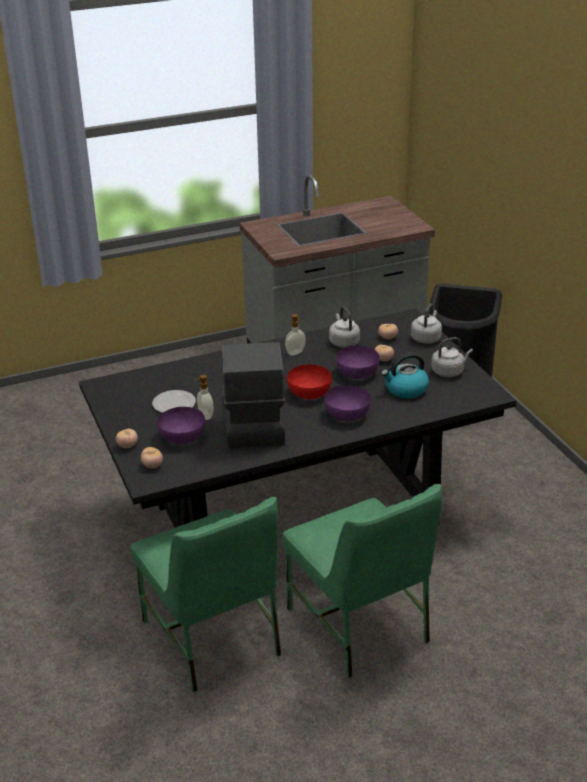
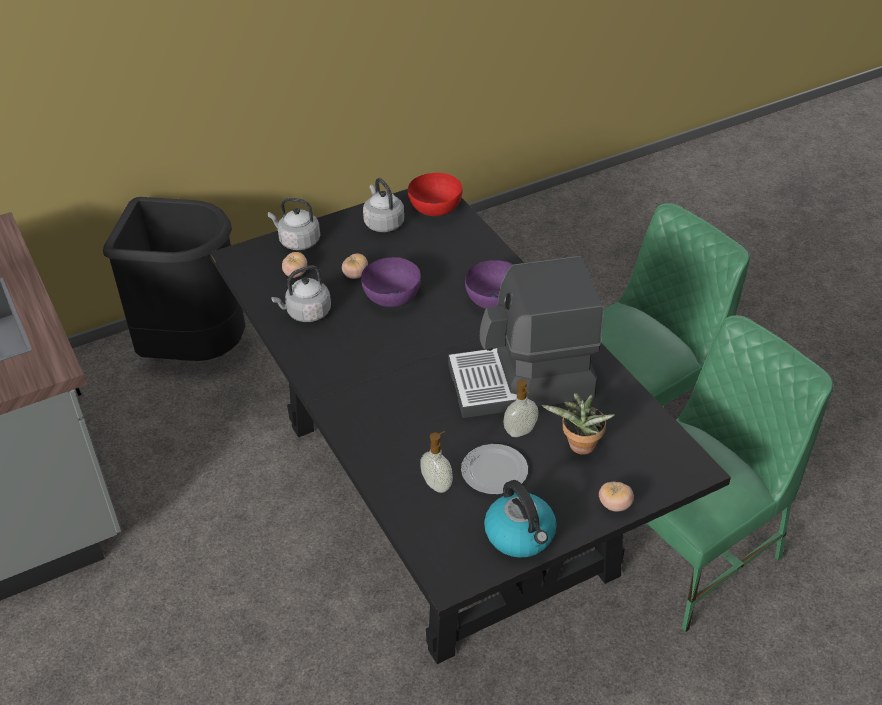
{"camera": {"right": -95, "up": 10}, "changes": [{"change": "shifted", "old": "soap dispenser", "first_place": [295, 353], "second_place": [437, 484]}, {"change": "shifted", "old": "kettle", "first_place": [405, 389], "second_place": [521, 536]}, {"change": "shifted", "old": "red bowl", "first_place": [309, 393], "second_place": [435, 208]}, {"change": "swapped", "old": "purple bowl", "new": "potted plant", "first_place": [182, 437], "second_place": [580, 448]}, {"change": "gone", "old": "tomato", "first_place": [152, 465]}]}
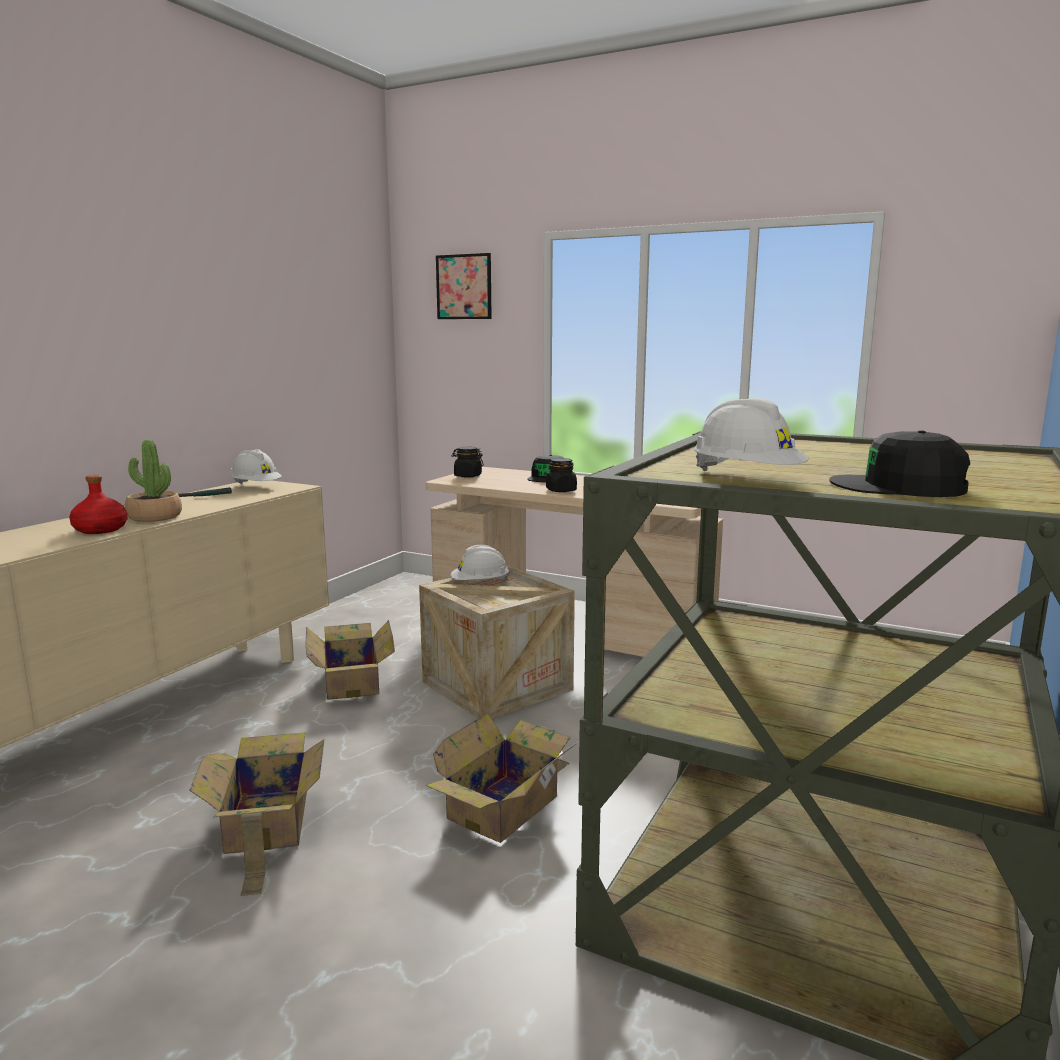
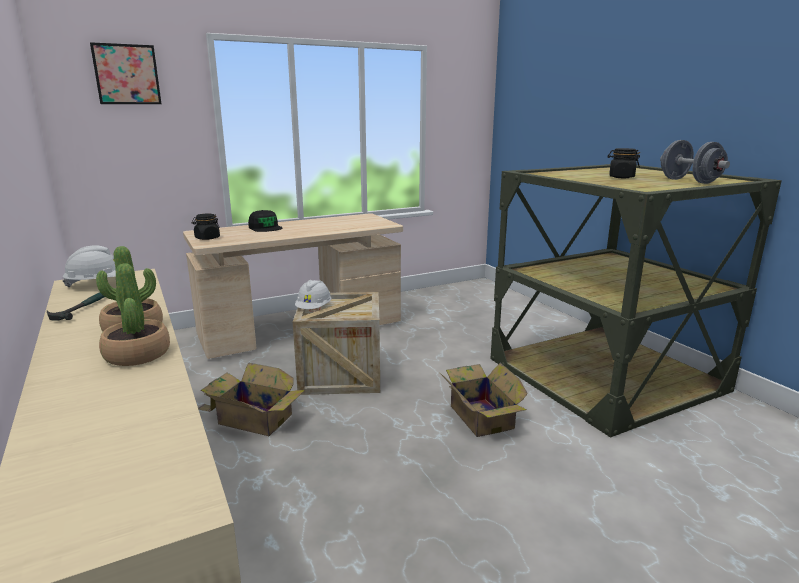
{"camera": {"right": -55, "up": 5}, "changes": [{"change": "gone", "old": "white hard hat", "first_place": [746, 478]}, {"change": "swapped", "old": "black cap", "new": "grey dumbbell", "first_place": [899, 487], "second_place": [689, 181]}, {"change": "shifted", "old": "black jar", "first_place": [561, 490], "second_place": [621, 177]}, {"change": "swapped", "old": "red bottle", "new": "potted plant", "first_place": [100, 530], "second_place": [137, 354]}, {"change": "gone", "old": "cardboard box", "first_place": [265, 824]}]}
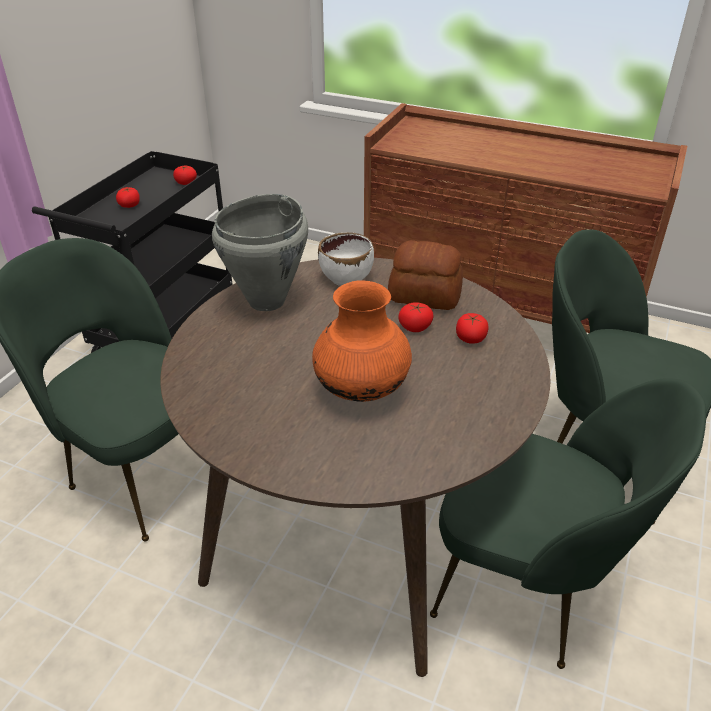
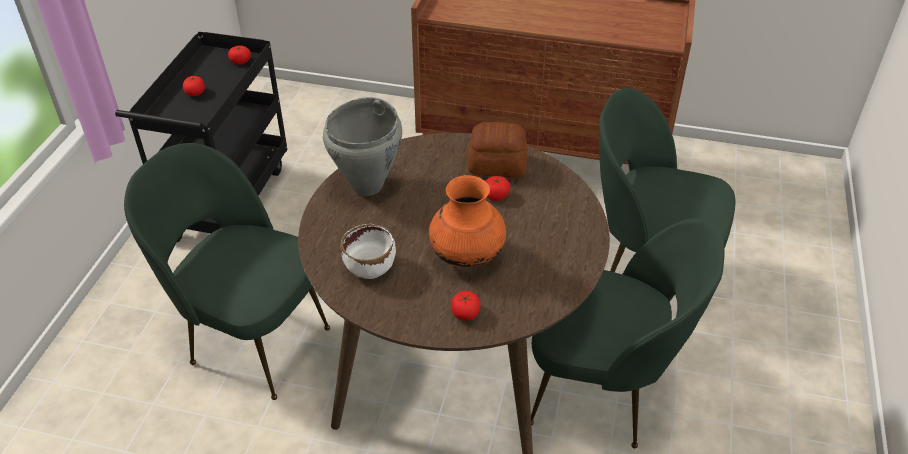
{"camera": {"right": -10, "up": 5}, "changes": [{"change": "shifted", "old": "white bowl", "first_place": [346, 278], "second_place": [370, 268]}, {"change": "shifted", "old": "tomato", "first_place": [470, 338], "second_place": [465, 313]}]}
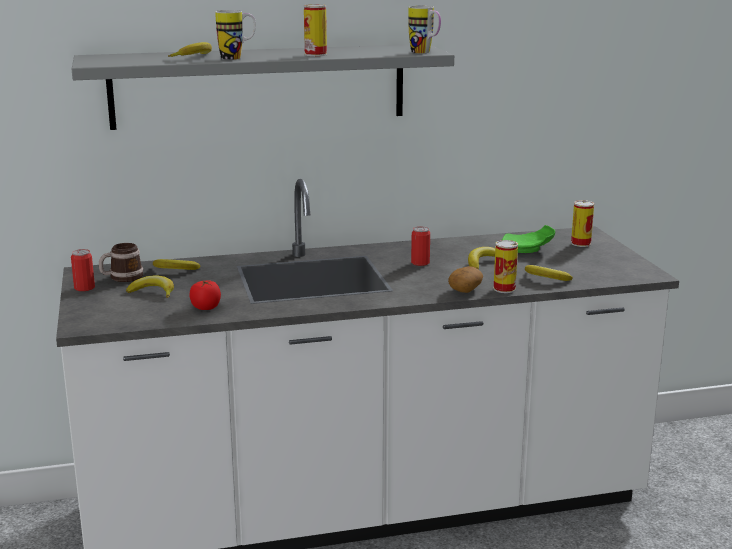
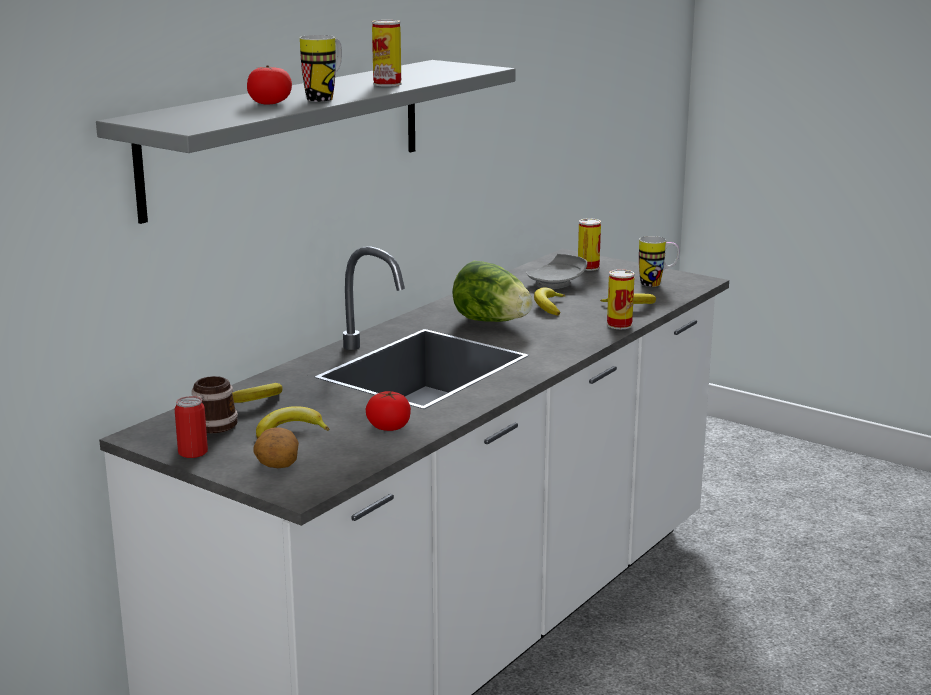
{"camera": {"right": -40, "up": 0}, "changes": [{"change": "shifted", "old": "mug", "first_place": [425, 52], "second_place": [657, 284]}, {"change": "swapped", "old": "banana", "new": "tomato", "first_place": [195, 57], "second_place": [270, 103]}, {"change": "repainted", "old": "green plate", "new": "grey plate", "first_place": [528, 249], "second_place": [557, 283]}, {"change": "swapped", "old": "can", "new": "lettuce", "first_place": [420, 263], "second_place": [492, 322]}, {"change": "shifted", "old": "potato", "first_place": [465, 289], "second_place": [277, 462]}]}
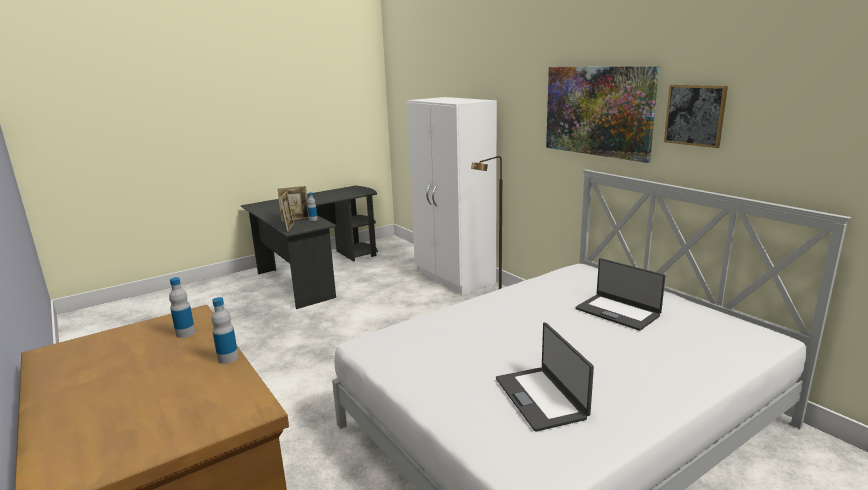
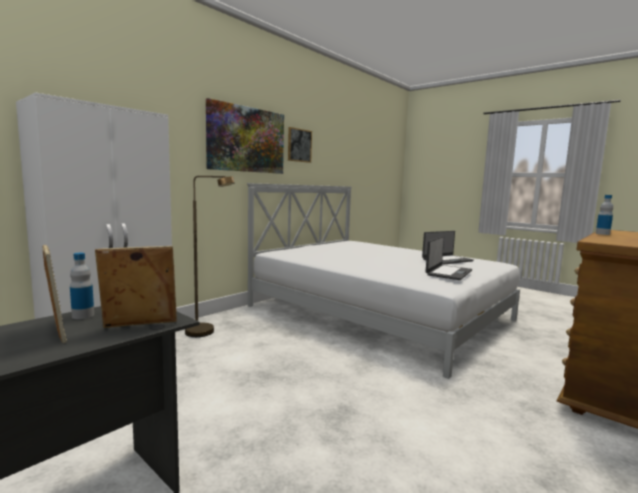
{"camera": {"right": -105, "up": -10}, "changes": [{"change": "shifted", "old": "laptop", "first_place": [618, 312], "second_place": [448, 272]}, {"change": "gone", "old": "bottle", "first_place": [185, 333]}]}
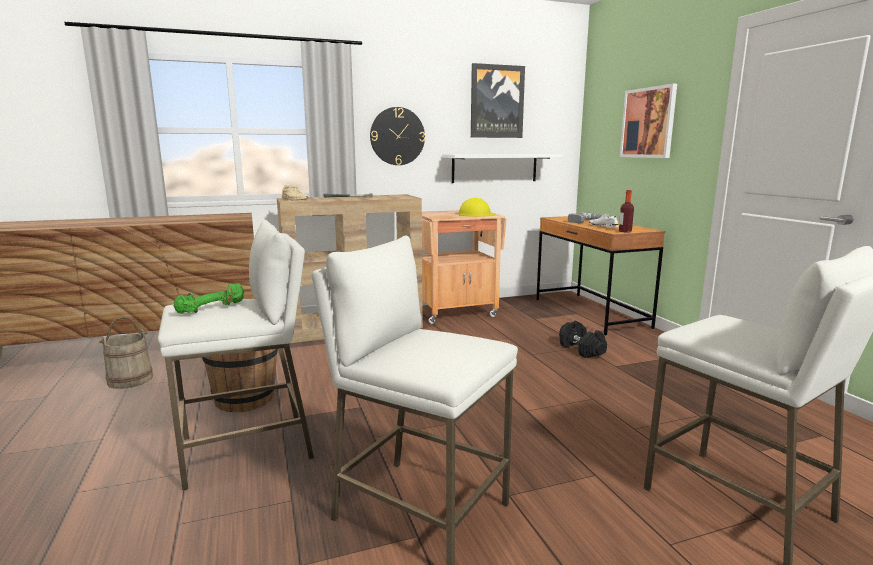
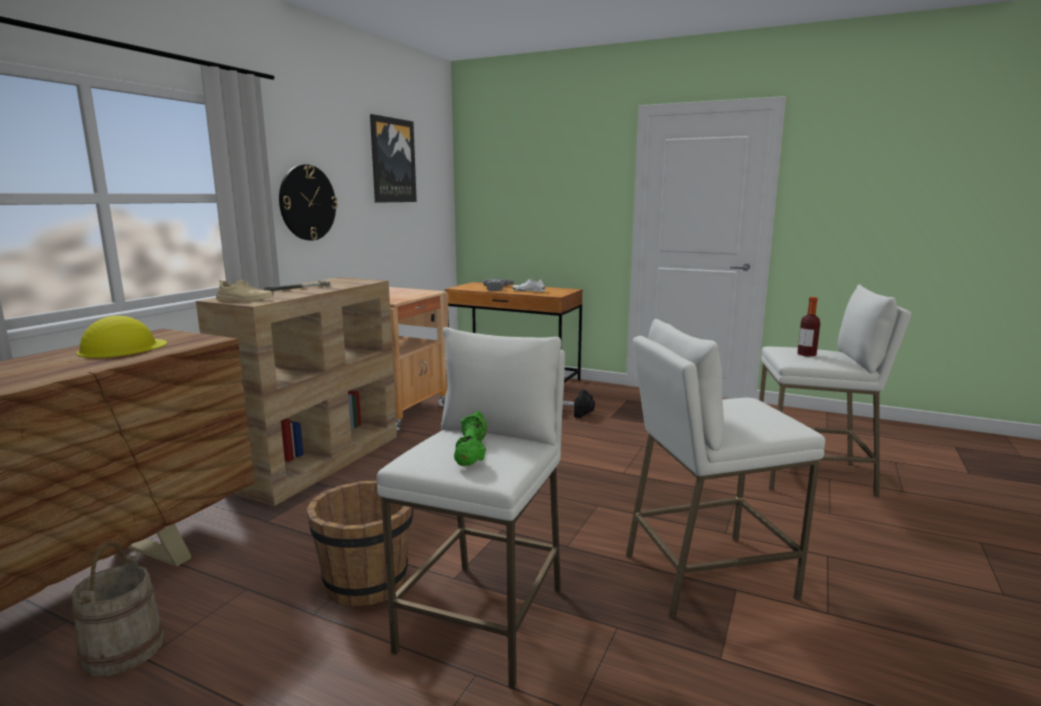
{"camera": {"right": -45, "up": 0}, "changes": [{"change": "gone", "old": "picture", "first_place": [648, 123]}, {"change": "gone", "old": "white shelf", "first_place": [494, 168]}, {"change": "shifted", "old": "bottle", "first_place": [625, 231], "second_place": [806, 354]}, {"change": "shifted", "old": "yellow hard hat", "first_place": [476, 214], "second_place": [122, 348]}]}
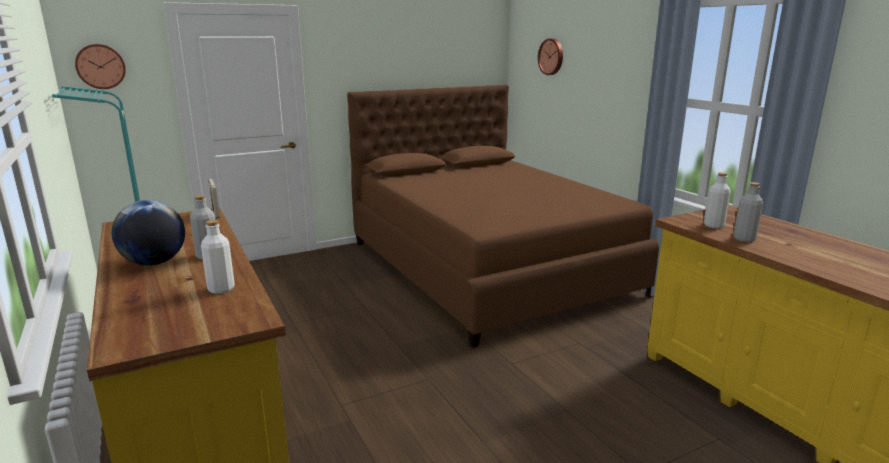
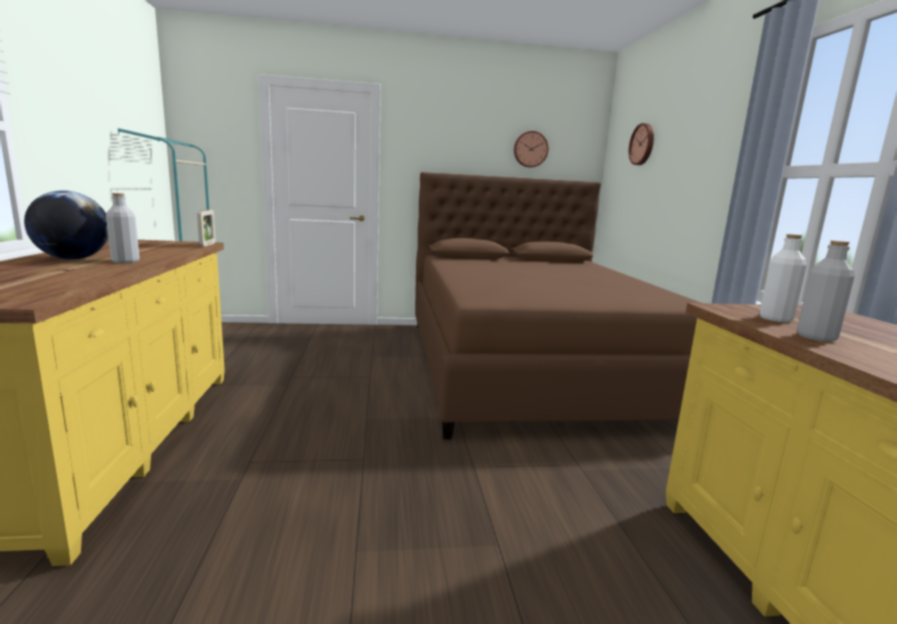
{"camera": {"right": 20, "up": -5}, "changes": [{"change": "shifted", "old": "wall clock", "first_place": [100, 66], "second_place": [530, 149]}, {"change": "gone", "old": "white bottle", "first_place": [221, 289]}]}
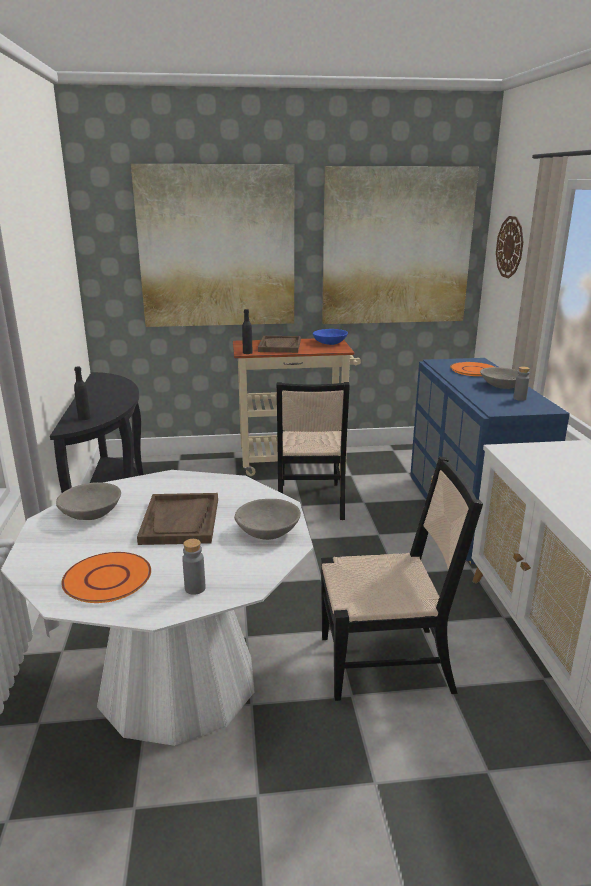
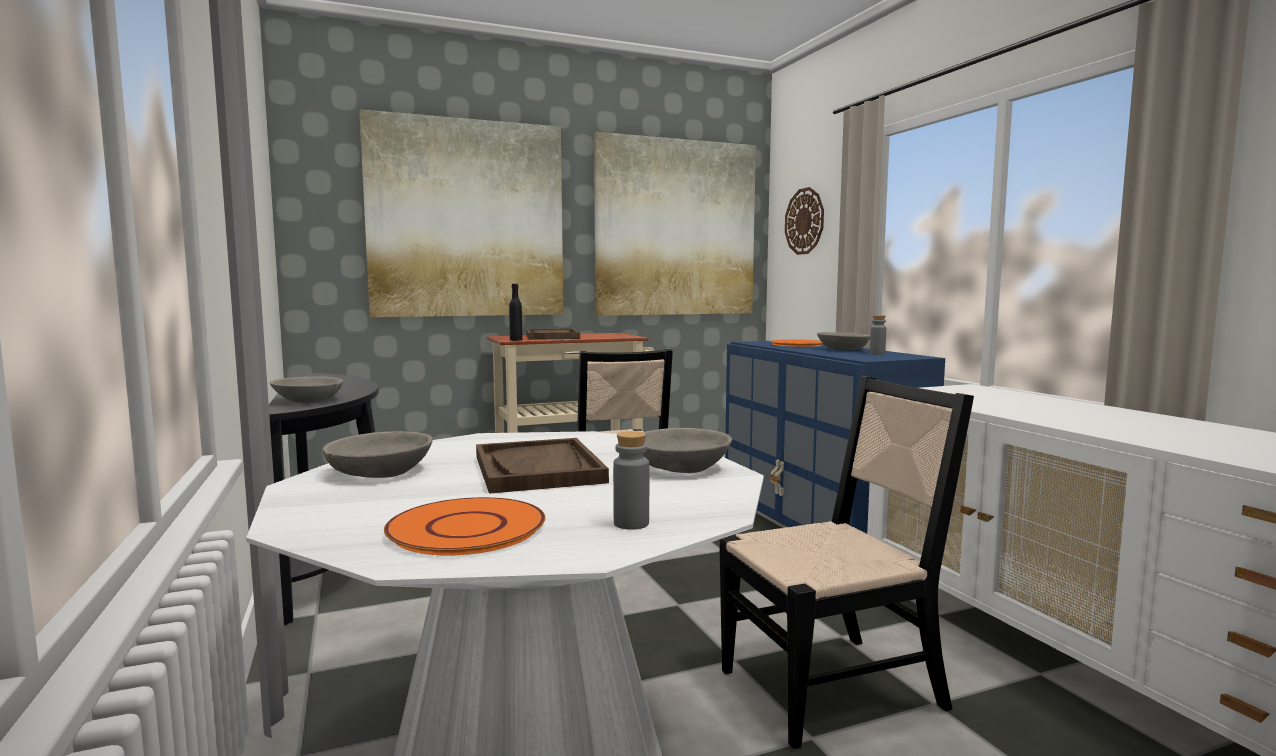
{"camera": {"right": -15, "up": -15}, "changes": [{"change": "gone", "old": "blue bowl", "first_place": [330, 342]}, {"change": "swapped", "old": "black bottle", "new": "grey bowl", "first_place": [84, 418], "second_place": [308, 400]}]}
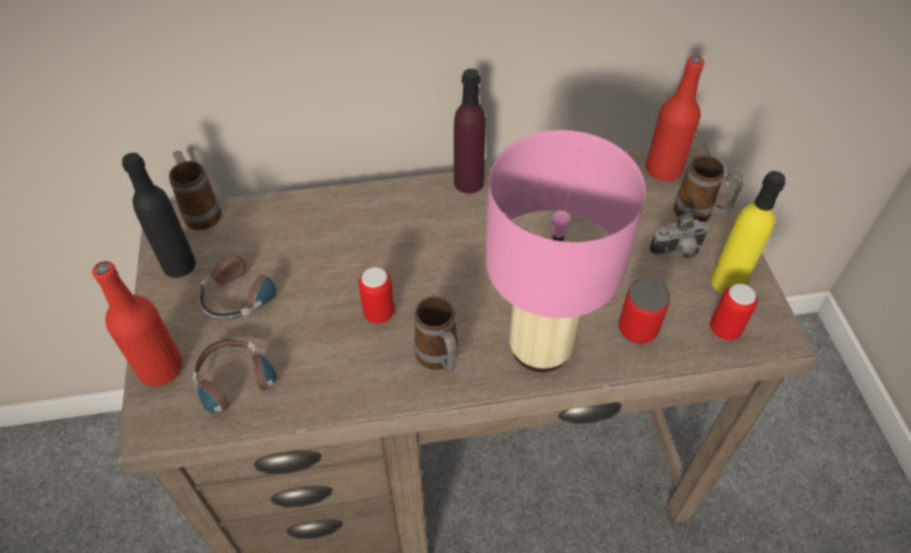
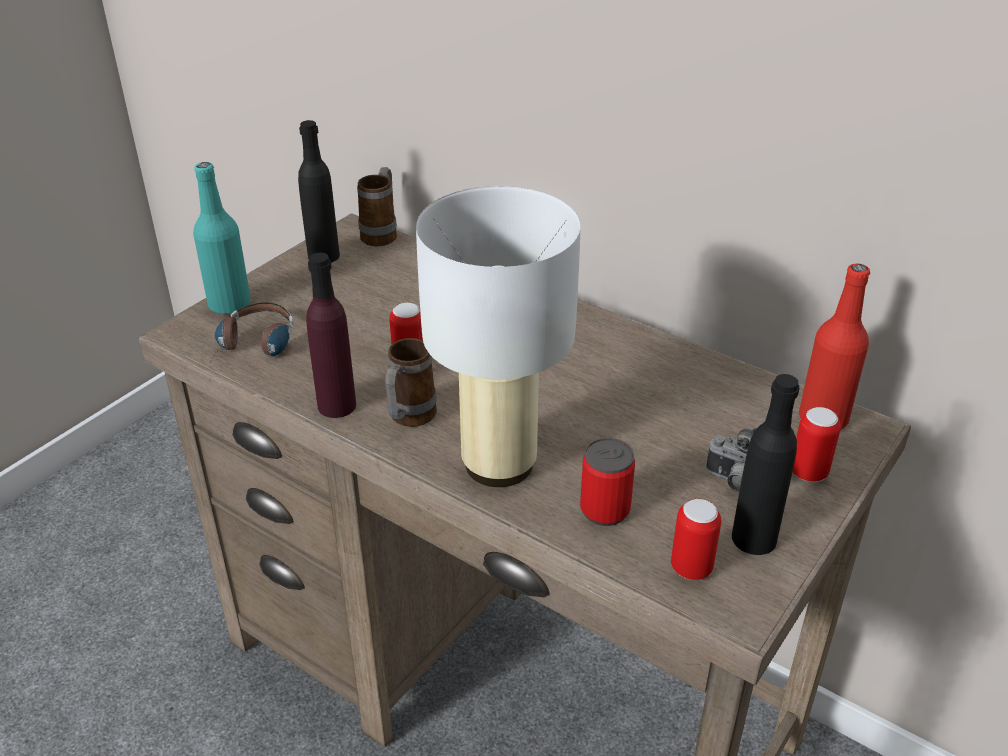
{"camera": {"right": 45, "up": -15}, "changes": [{"change": "shifted", "old": "purple bottle", "first_place": [468, 182], "second_place": [337, 405]}, {"change": "repainted", "old": "pink table lamp", "new": "white table lamp", "first_place": [542, 347], "second_place": [500, 465]}, {"change": "swapped", "old": "mug", "new": "can", "first_place": [699, 214], "second_place": [808, 473]}, {"change": "repainted", "old": "yellow bottle", "new": "black bottle", "first_place": [727, 282], "second_place": [754, 538]}, {"change": "gone", "old": "headphones", "first_place": [247, 289]}, {"change": "repainted", "old": "red bottle", "new": "turquoise bottle", "first_place": [161, 368], "second_place": [230, 304]}]}
